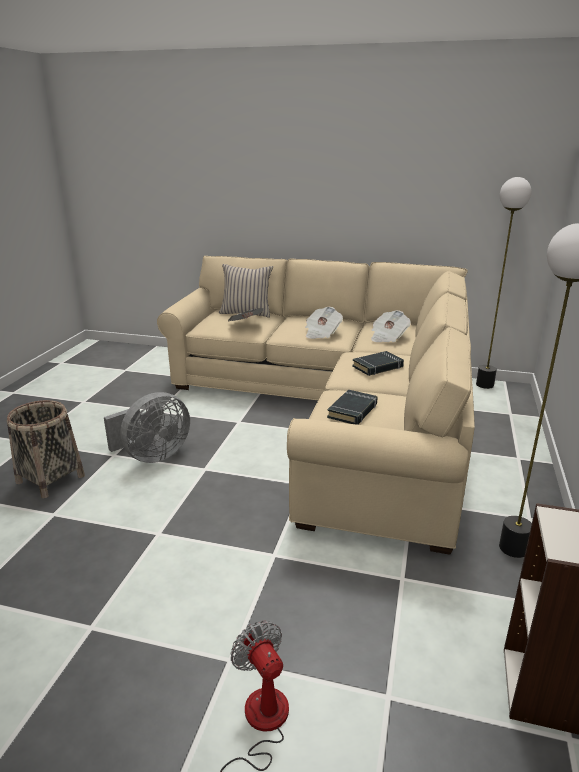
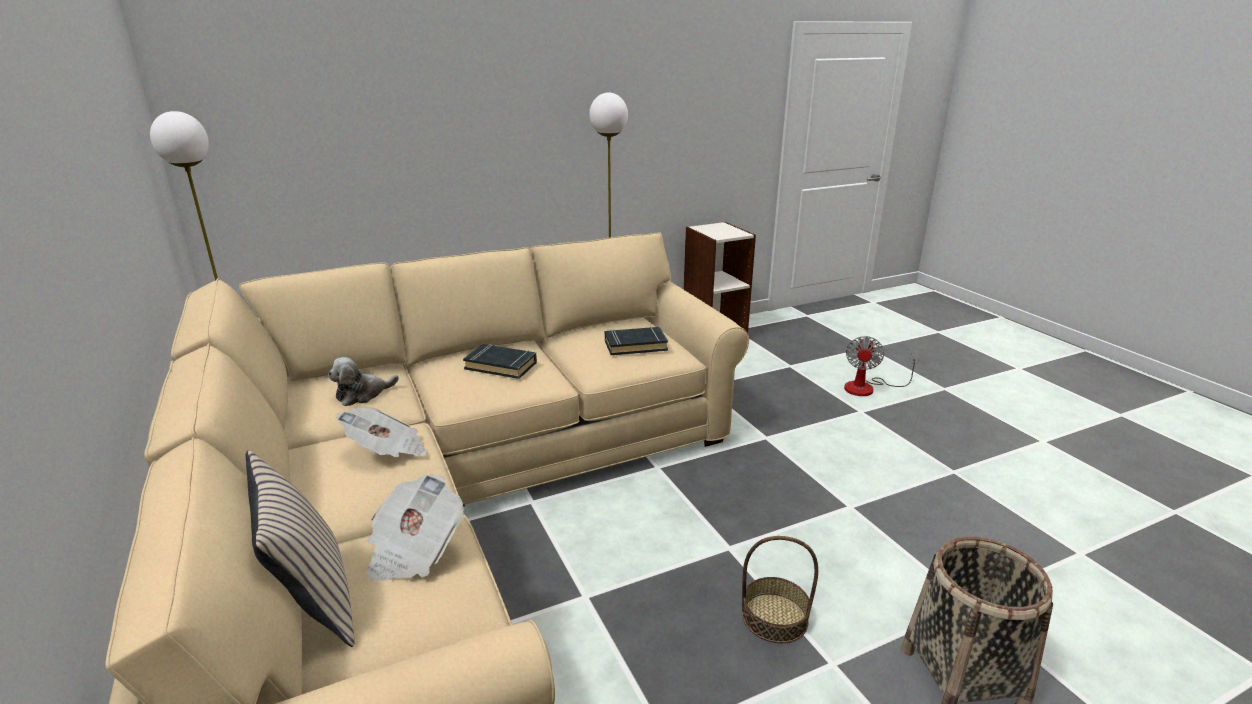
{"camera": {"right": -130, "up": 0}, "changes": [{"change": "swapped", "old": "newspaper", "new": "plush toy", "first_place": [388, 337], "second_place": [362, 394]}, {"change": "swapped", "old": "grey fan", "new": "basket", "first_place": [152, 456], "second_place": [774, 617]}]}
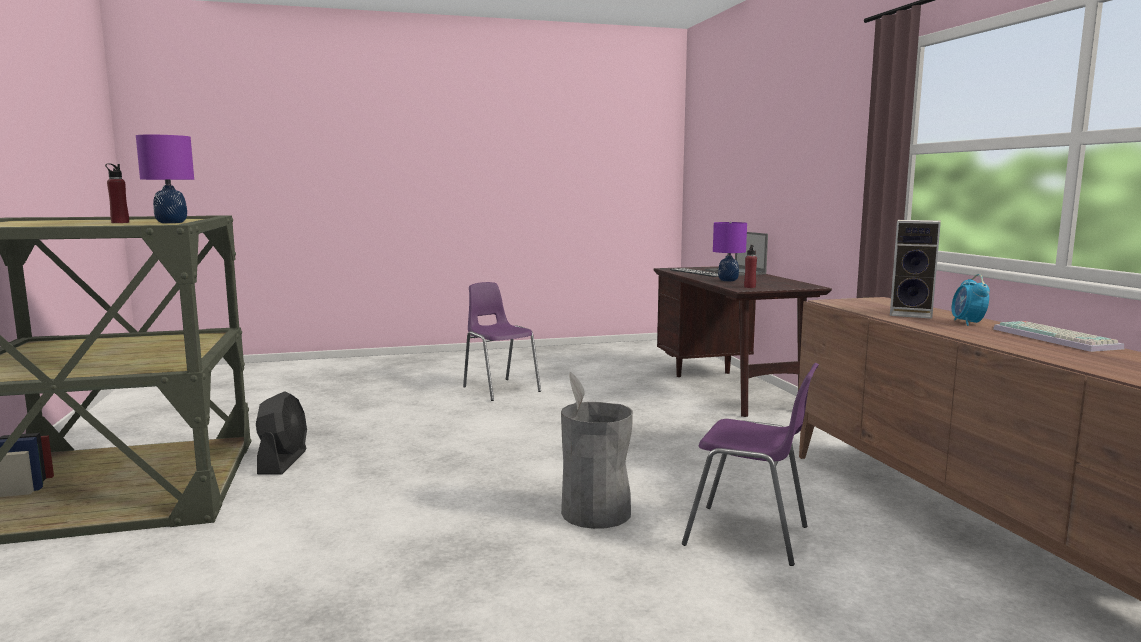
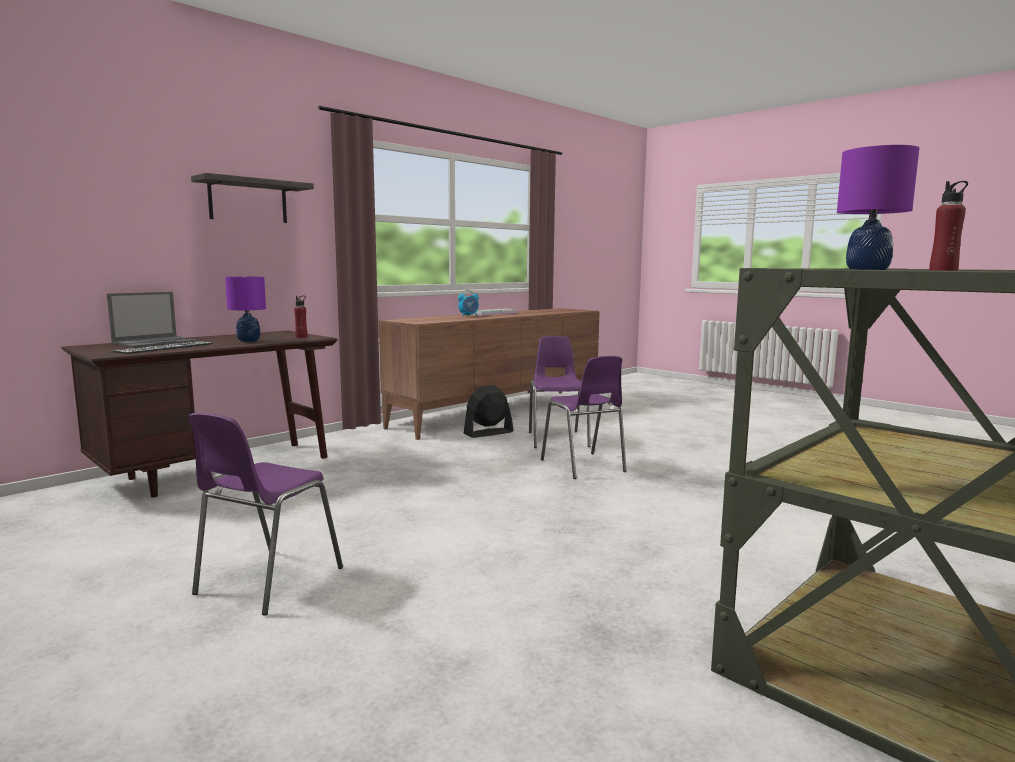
{"camera": {"right": -120, "up": 0}, "changes": [{"change": "gone", "old": "speaker", "first_place": [913, 314]}, {"change": "swapped", "old": "grey trash can", "new": "purple chair", "first_place": [596, 513], "second_place": [584, 466]}, {"change": "shifted", "old": "black fan", "first_place": [283, 462], "second_place": [488, 433]}, {"change": "new", "new": "shelf", "second_place": [248, 201]}]}
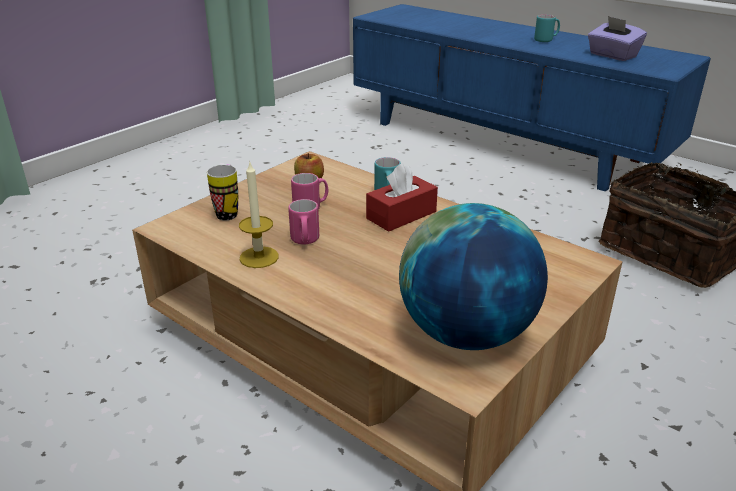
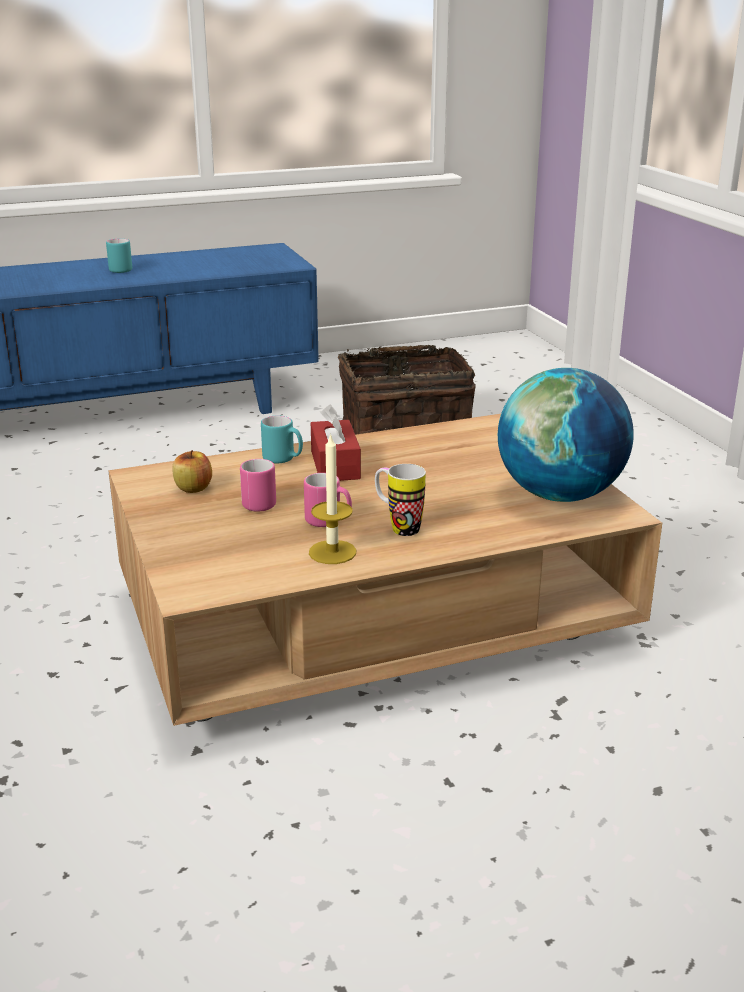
{"camera": {"right": -60, "up": -5}, "changes": [{"change": "gone", "old": "purple tissue box", "first_place": [612, 55]}, {"change": "shifted", "old": "mug", "first_place": [229, 212], "second_place": [398, 527]}]}
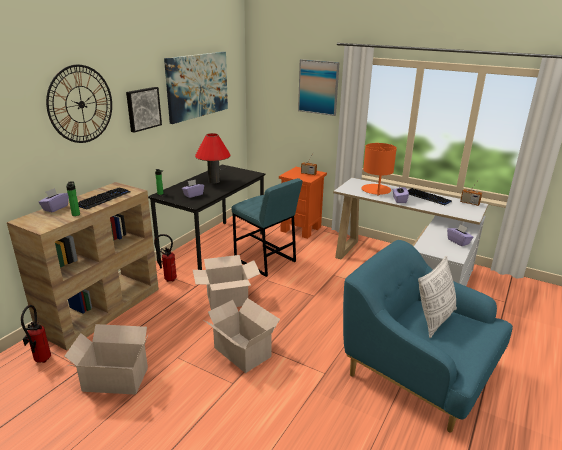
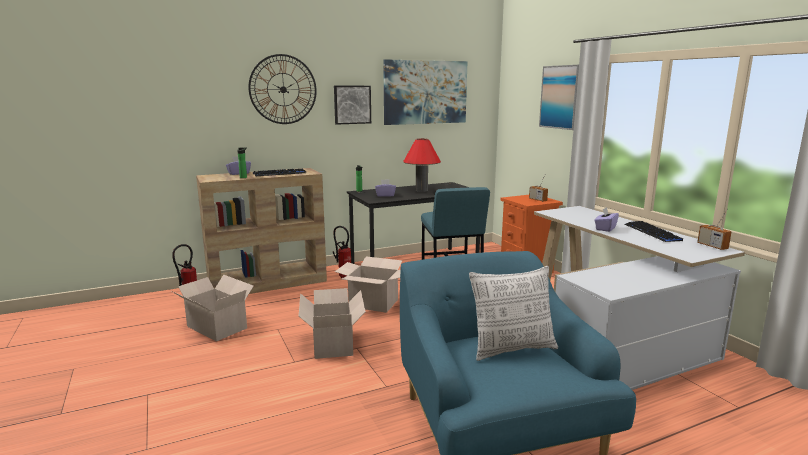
{"camera": {"right": 35, "up": -10}, "changes": [{"change": "gone", "old": "orange table lamp", "first_place": [376, 190]}, {"change": "gone", "old": "purple tissue box", "first_place": [458, 241]}]}
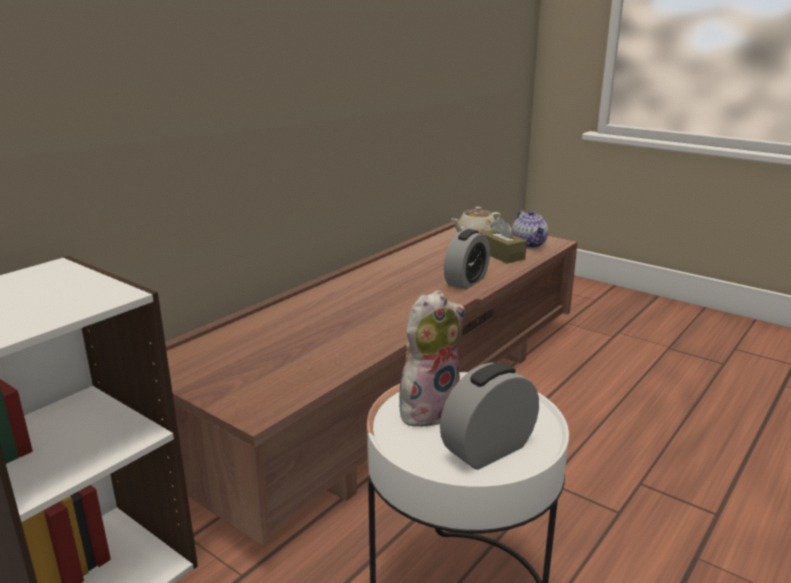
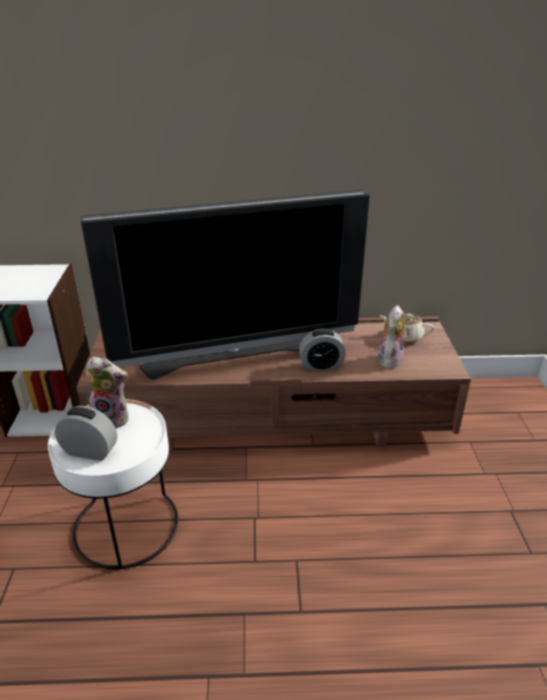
{"camera": {"right": 50, "up": 10}, "changes": [{"change": "gone", "old": "teapot", "first_place": [529, 244]}, {"change": "swapped", "old": "brown tissue box", "new": "plush toy", "first_place": [501, 255], "second_place": [388, 359]}, {"change": "new", "new": "television", "second_place": [236, 356]}]}
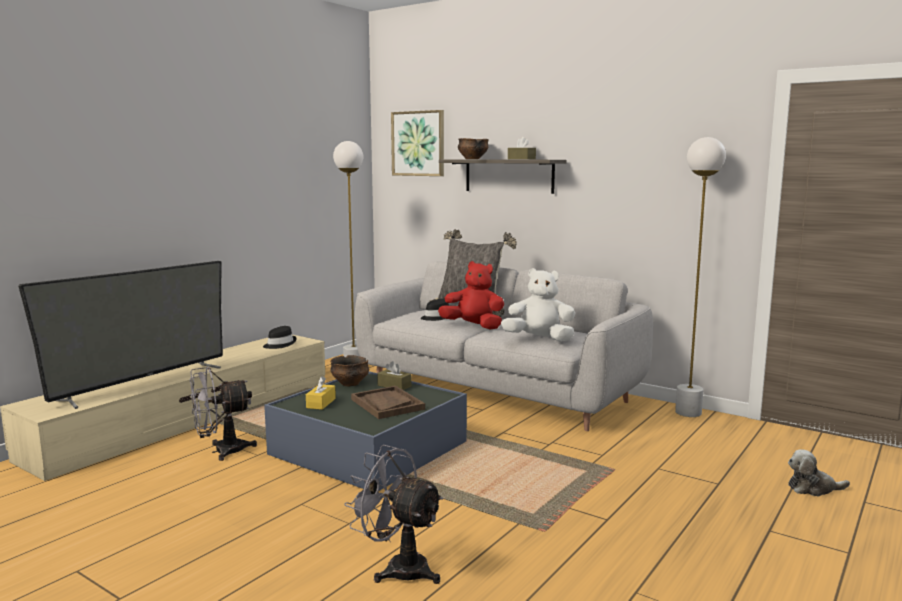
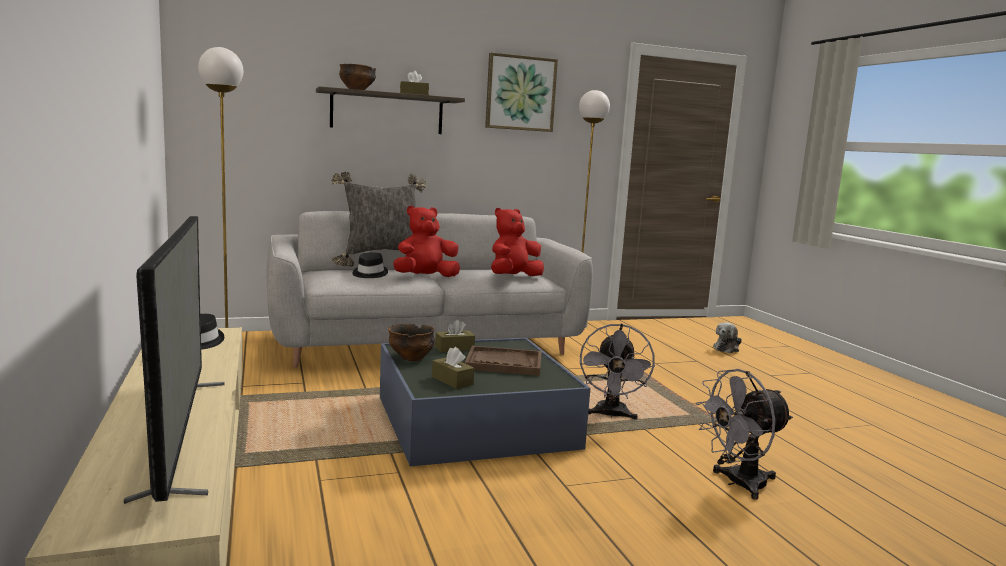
{"camera": {"right": -55, "up": 0}, "changes": [{"change": "shifted", "old": "picture", "first_place": [418, 143], "second_place": [520, 93]}, {"change": "repainted", "old": "white plush toy", "new": "red plush toy", "first_place": [539, 339], "second_place": [513, 277]}, {"change": "shifted", "old": "grey fan", "first_place": [221, 451], "second_place": [611, 415]}, {"change": "repainted", "old": "yellow tissue box", "new": "brown tissue box", "first_place": [321, 403], "second_place": [452, 381]}]}
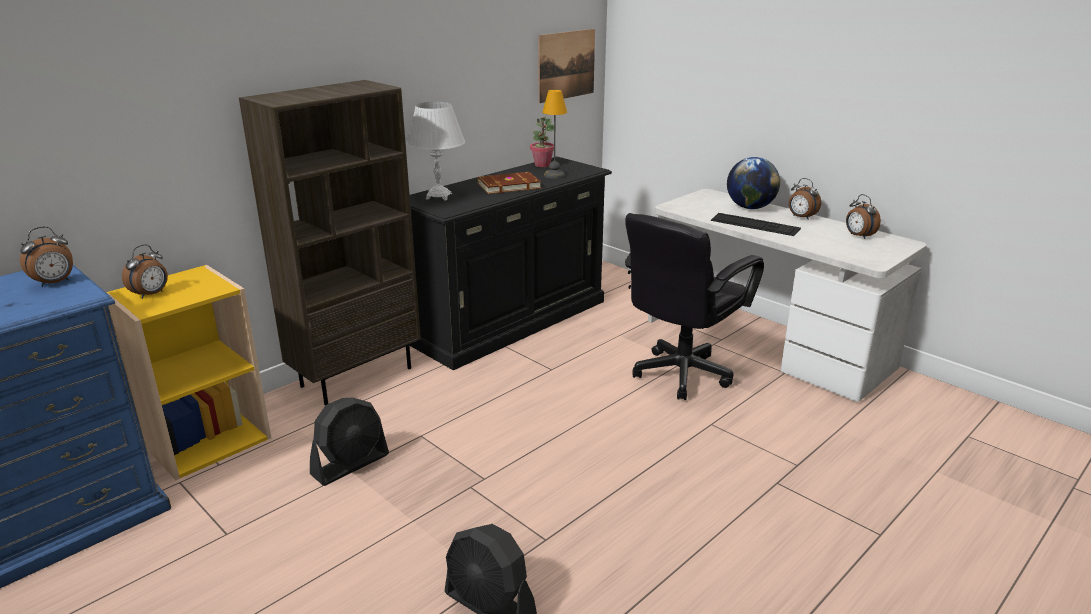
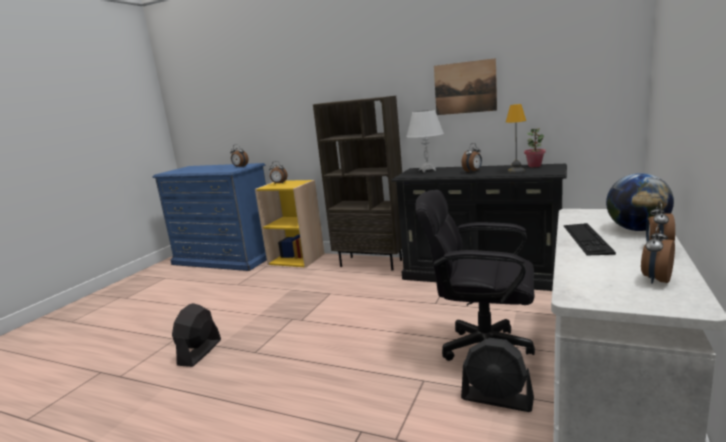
{"camera": {"right": 70, "up": -10}, "changes": [{"change": "shifted", "old": "picture", "first_place": [566, 65], "second_place": [465, 87]}, {"change": "swapped", "old": "brown book", "new": "alarm clock", "first_place": [508, 185], "second_place": [473, 171]}, {"change": "shifted", "old": "black fan", "first_place": [350, 464], "second_place": [497, 399]}]}
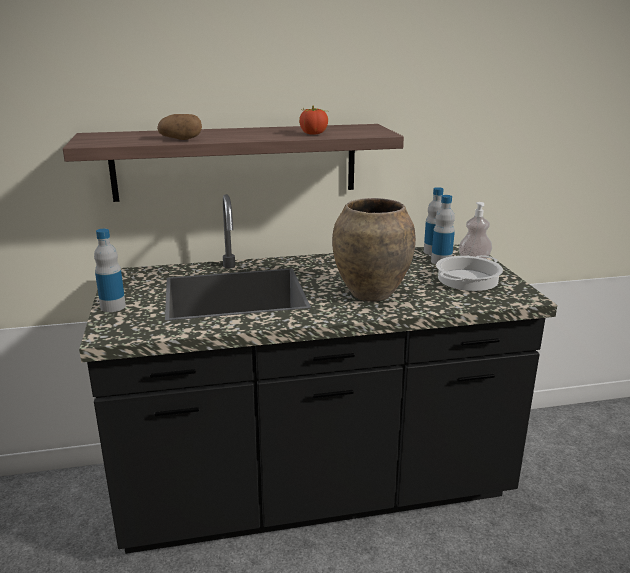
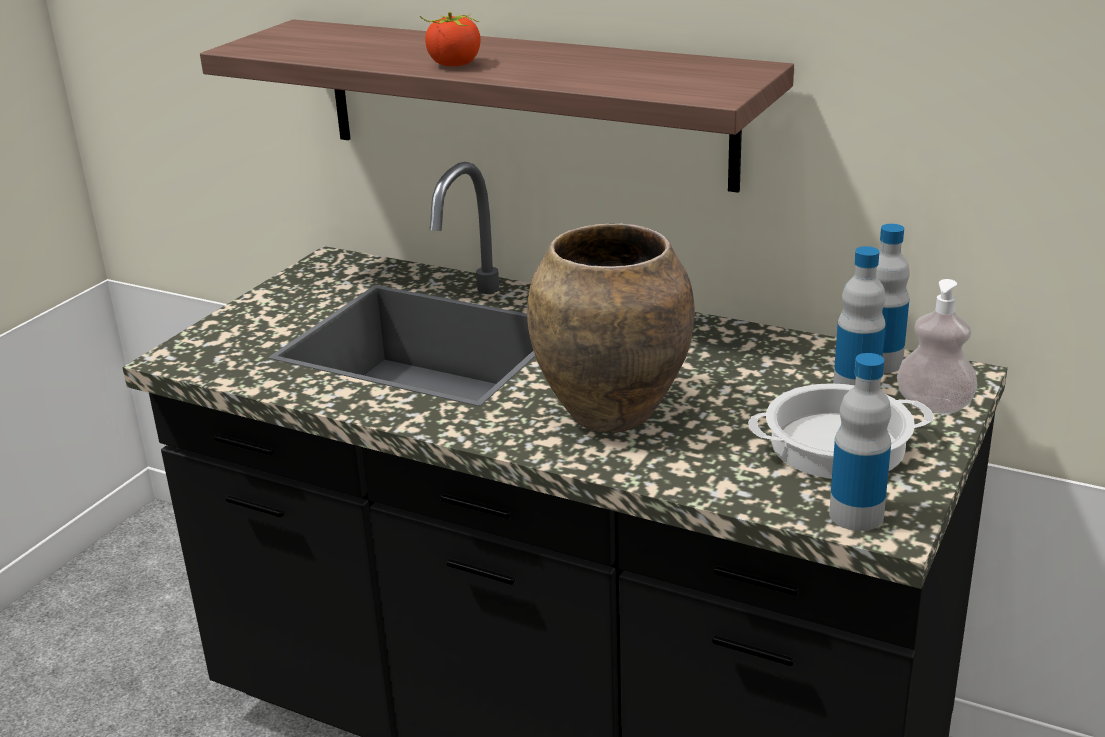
{"camera": {"right": 40, "up": 5}, "changes": [{"change": "shifted", "old": "tomato", "first_place": [313, 134], "second_place": [454, 65]}, {"change": "gone", "old": "potato", "first_place": [181, 139]}, {"change": "shifted", "old": "bottle", "first_place": [113, 307], "second_place": [856, 515]}]}
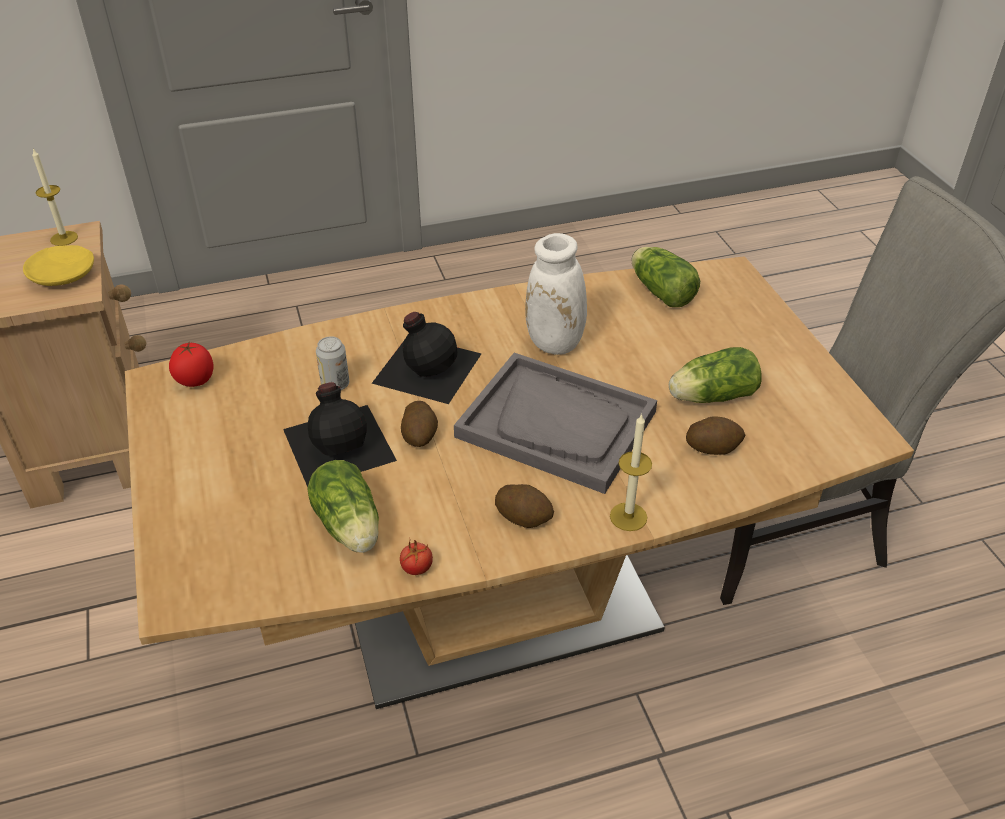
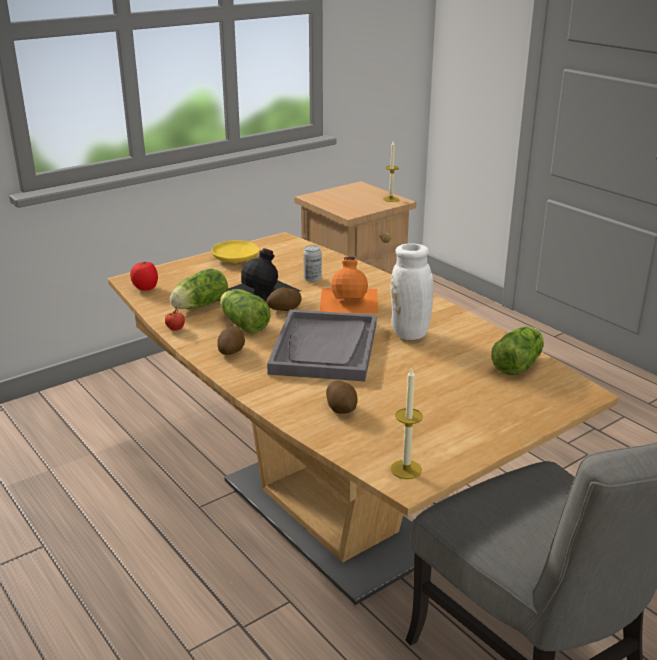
{"camera": {"right": 70, "up": -15}, "changes": [{"change": "shifted", "old": "yellow plate", "first_place": [63, 274], "second_place": [236, 259]}, {"change": "repainted", "old": "black bottle", "new": "orange bottle", "first_place": [426, 366], "second_place": [350, 299]}, {"change": "shifted", "old": "tomato", "first_place": [195, 381], "second_place": [145, 288]}, {"change": "shifted", "old": "lettuce", "first_place": [709, 396], "second_place": [243, 323]}, {"change": "shifted", "old": "candle", "first_place": [628, 516], "second_place": [406, 469]}]}
